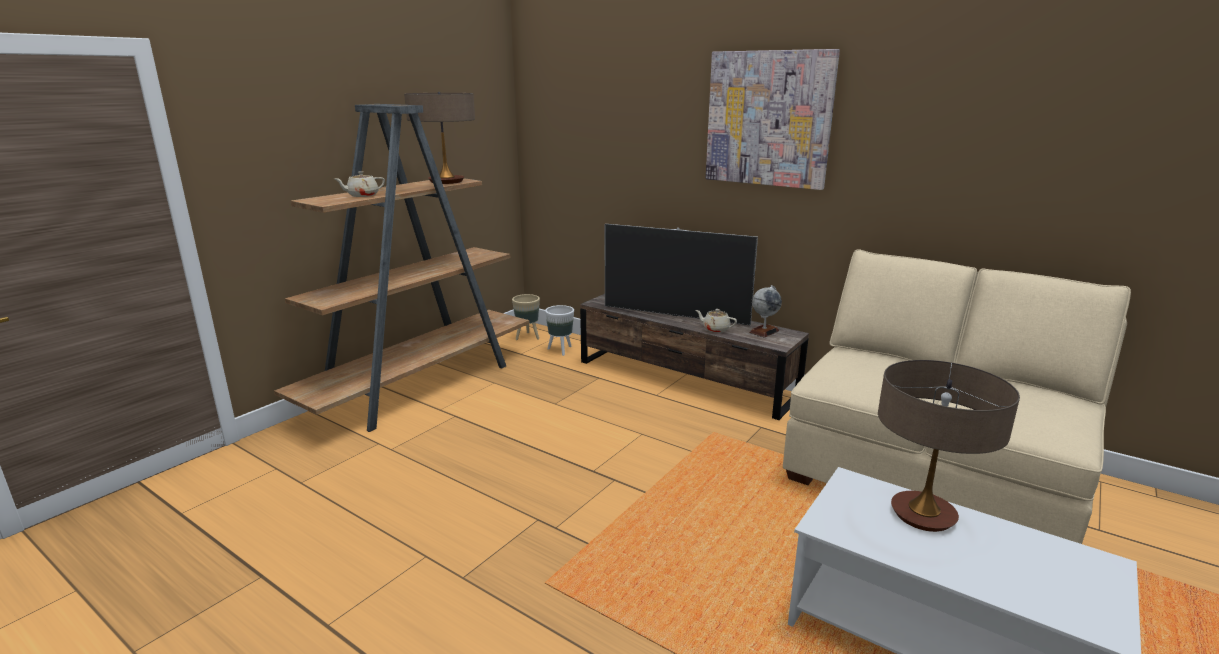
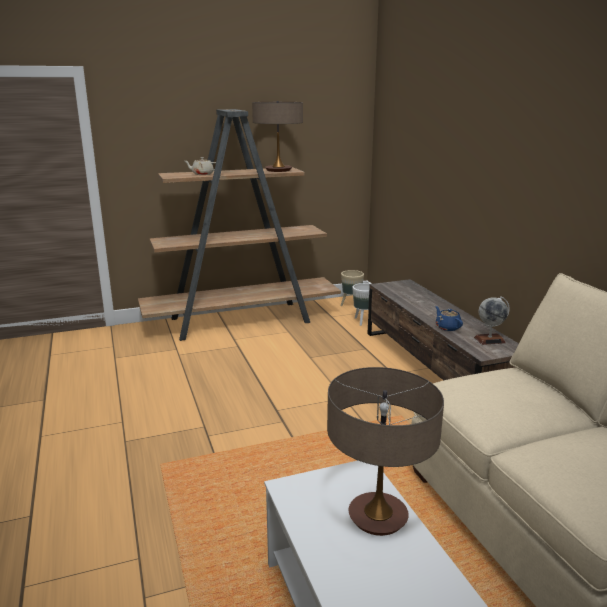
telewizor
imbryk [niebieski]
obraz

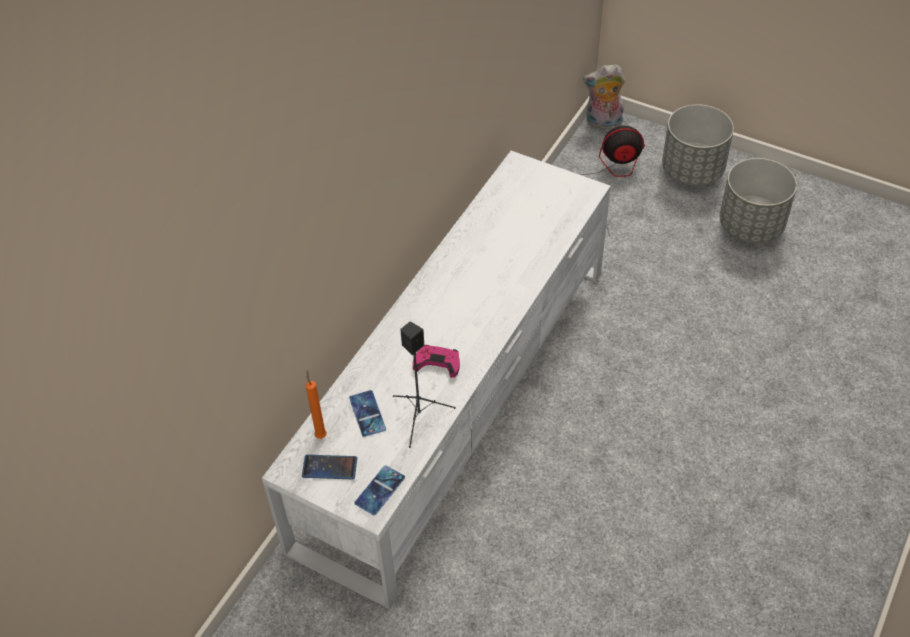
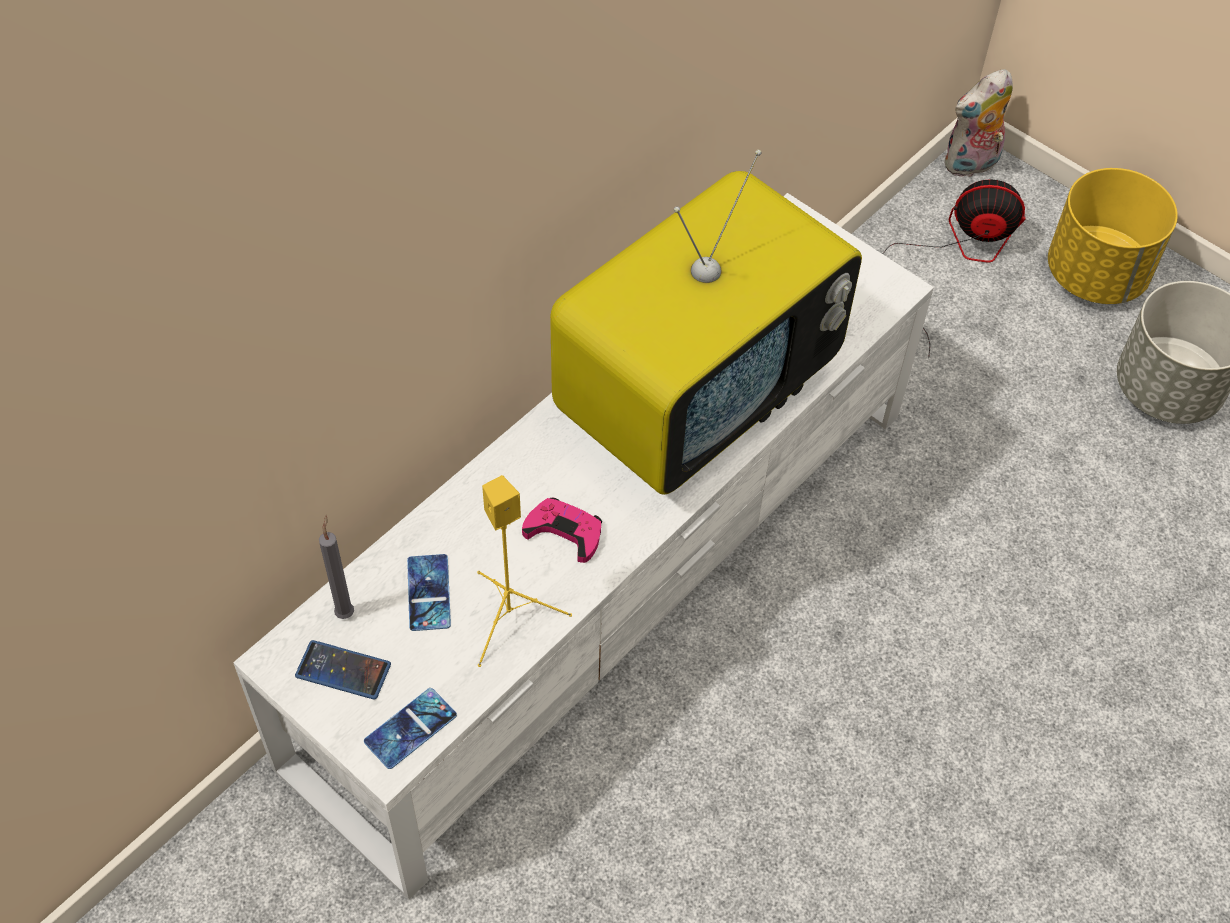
świeca [szary]
głośnik [żółty]
pluszak
donica [żółty]
telewizor

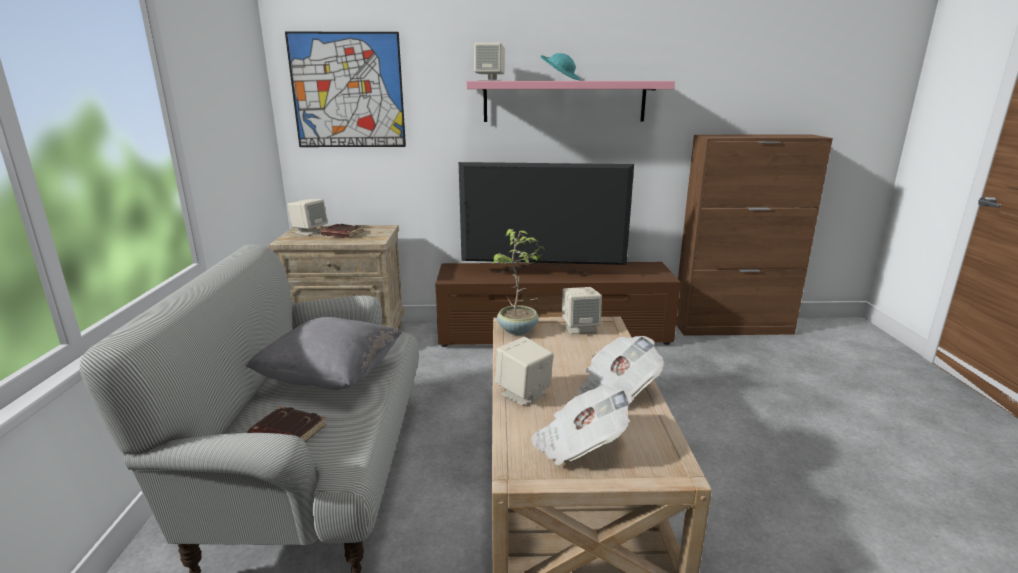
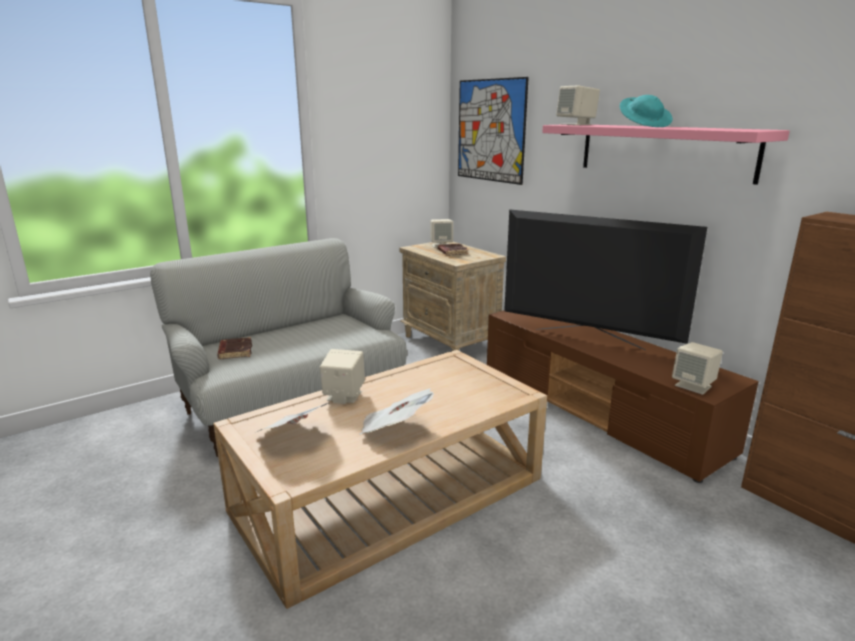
poduszka [szary]
telewizor
roślina doniczkowa
głośnik [beżowy] (no. 4 from left)

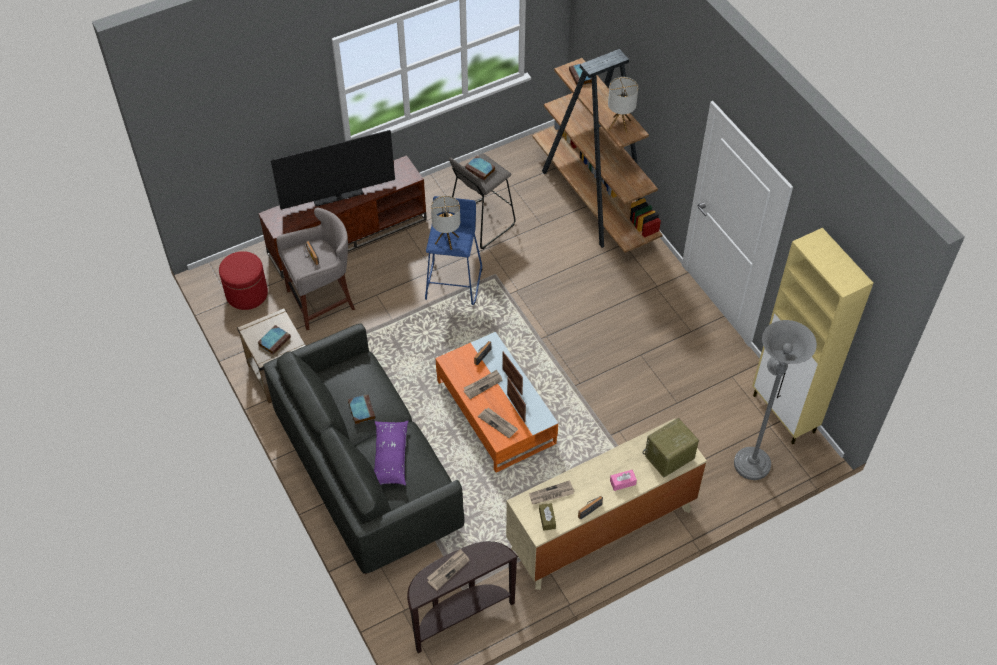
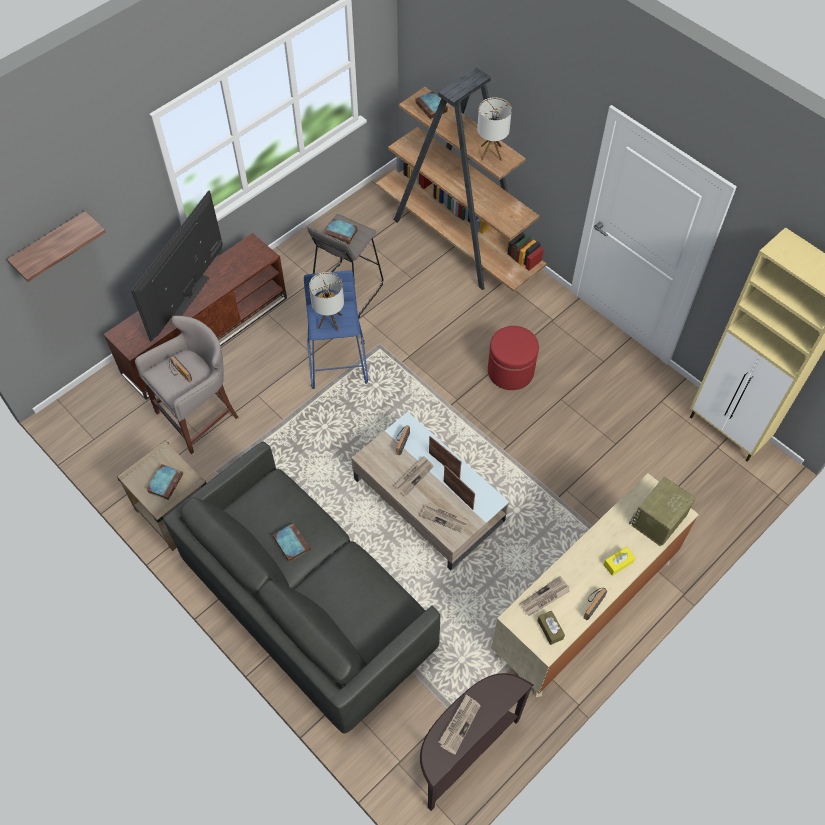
pufa [czerwony]
telewizor
poduszka [fioletowy]
ława [beżowy]
pudełko chusteczek [żółty]
lampa stojąca [szary]
półka

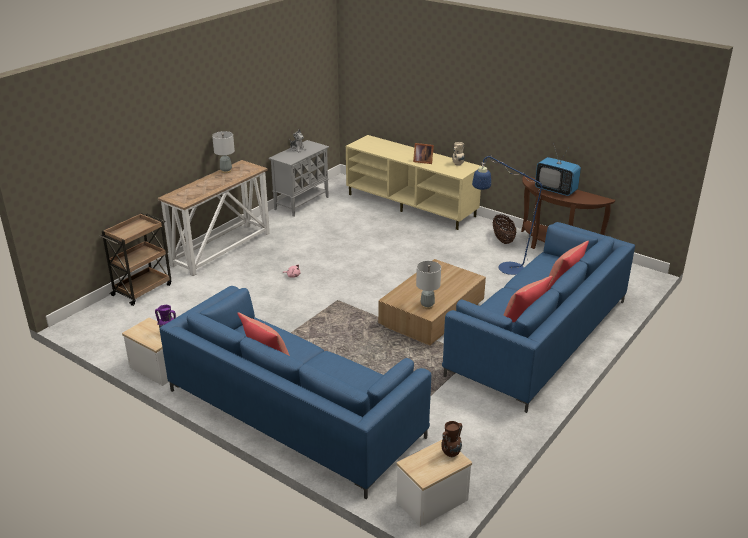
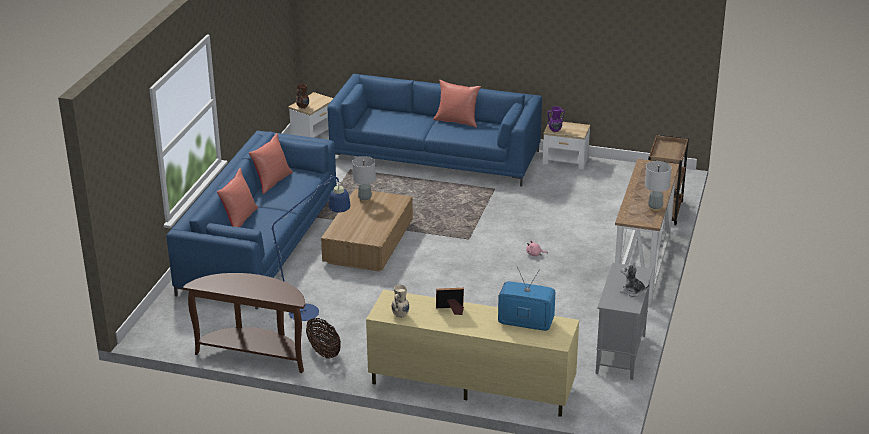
telewizor

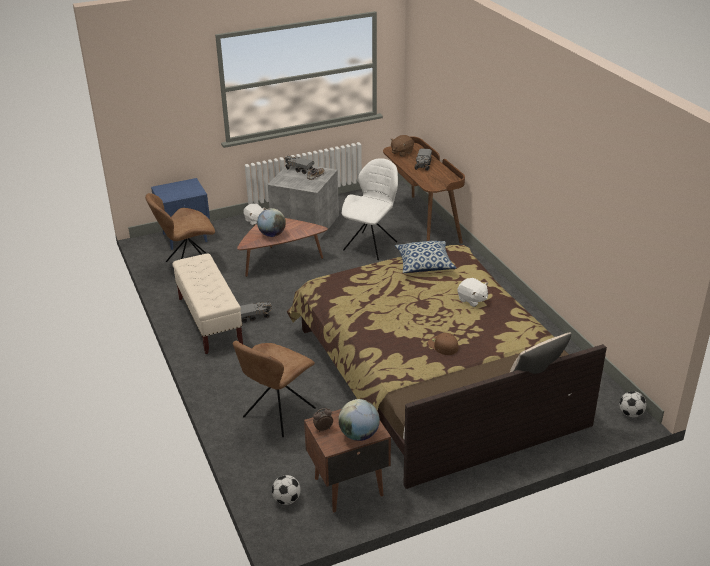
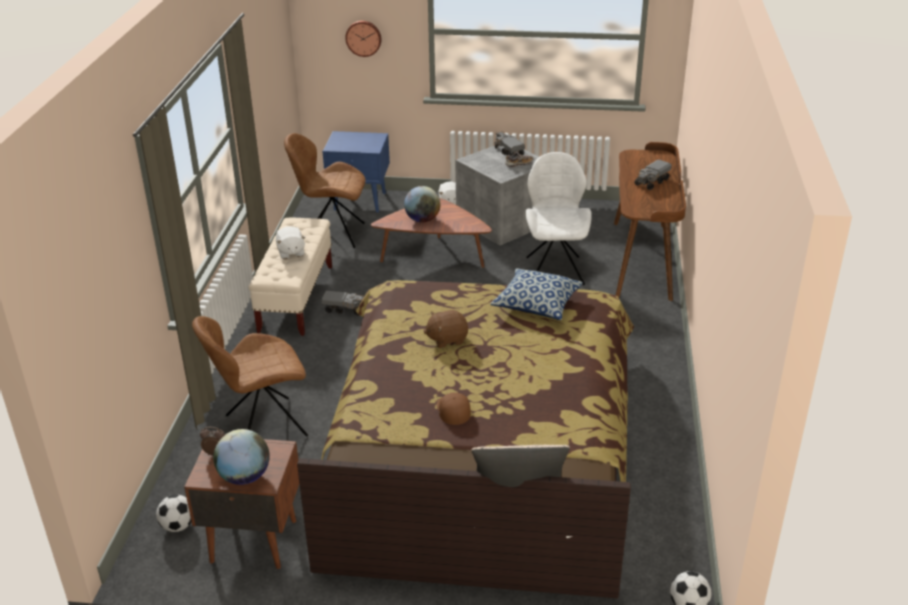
krzesło [biały]
pluszak [brązowy]
pluszak [biały] (no. 1 from left)
zegar ścienny

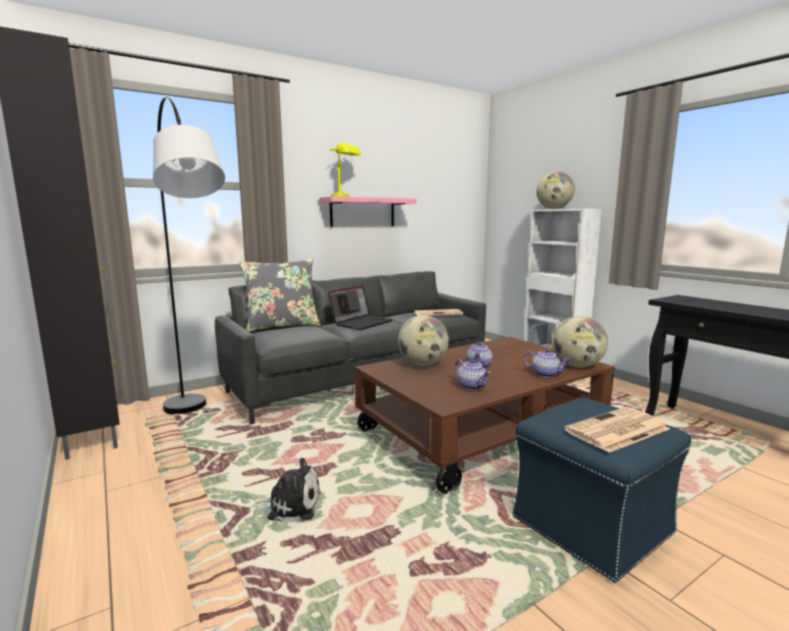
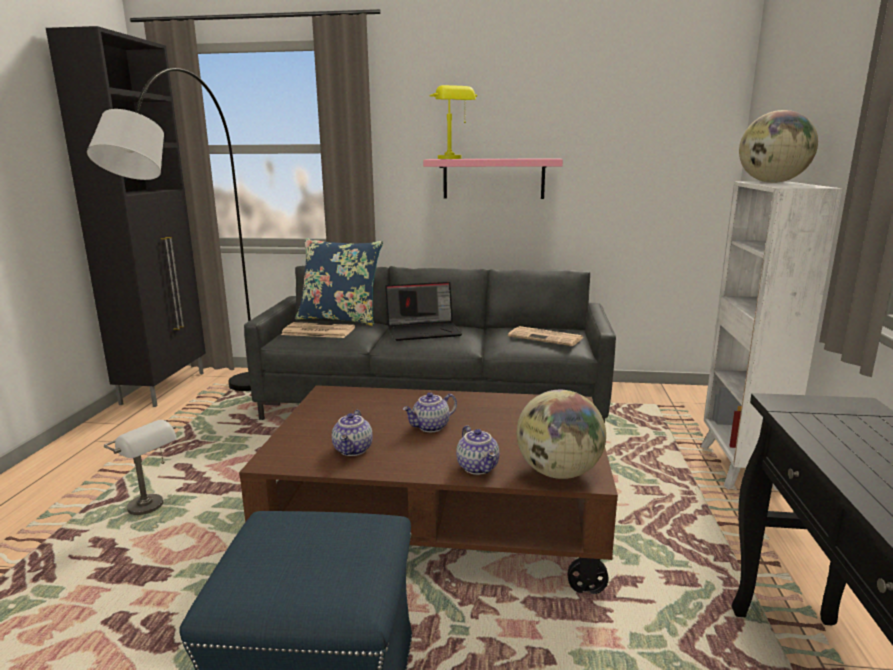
poduszka [niebieski]
lampa stołowa [szary]
globus (no. 1 from left in the first image)
gazeta (no. 1 from left)

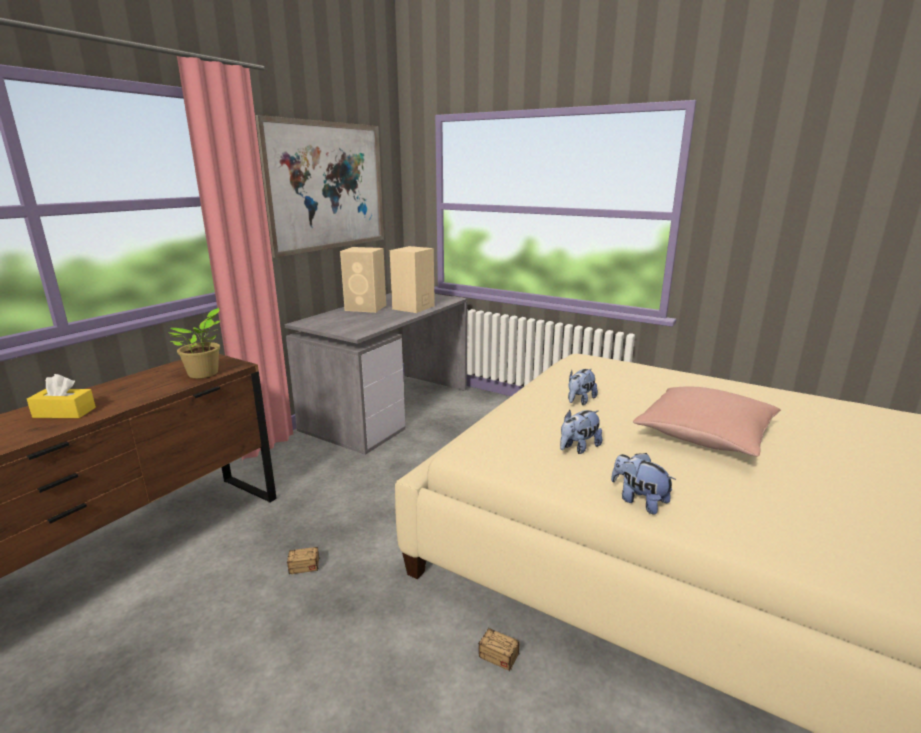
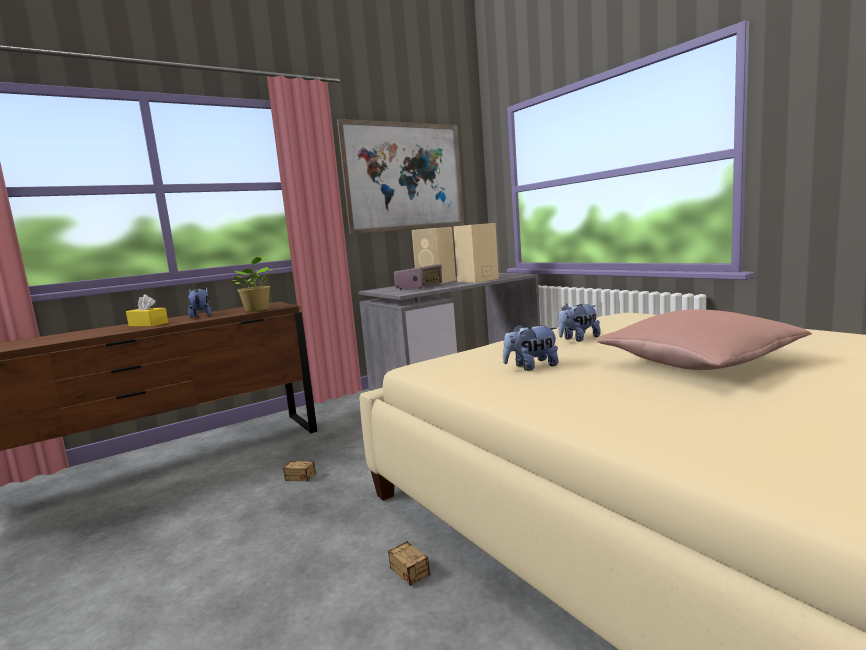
pluszak (no. 1 from left)
radio

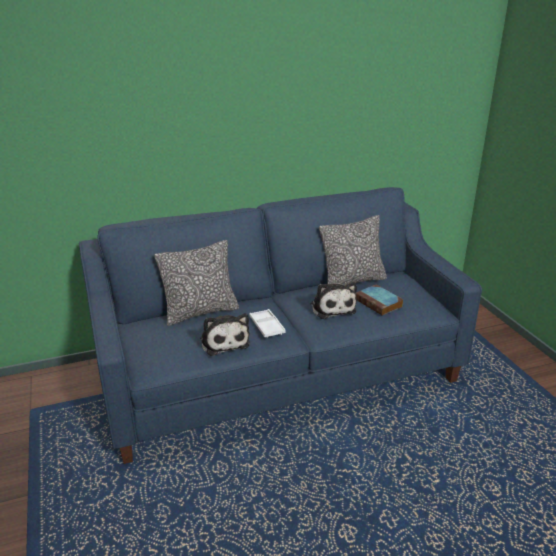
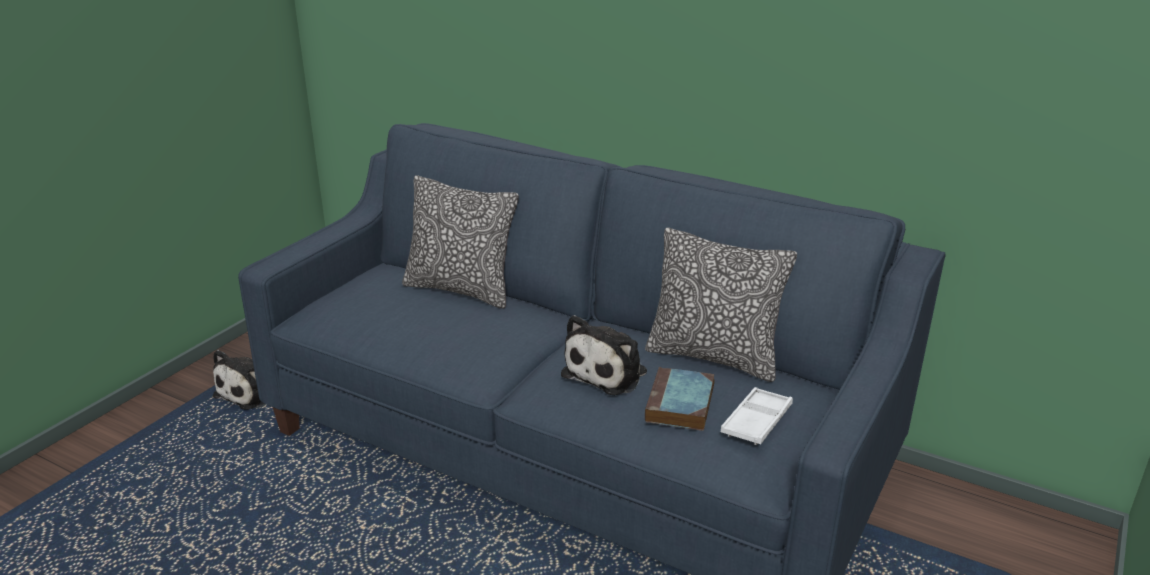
pluszak (no. 1 from left)
taca [biały]

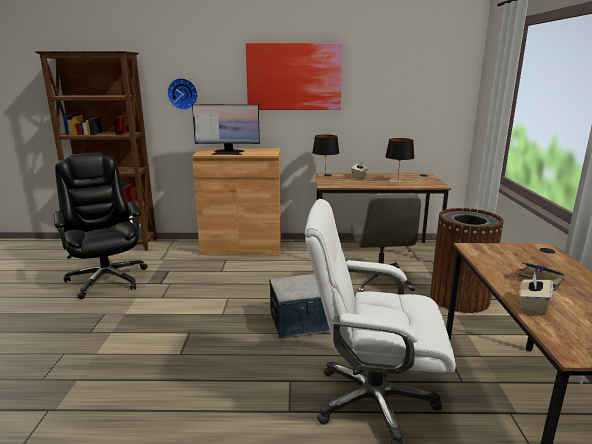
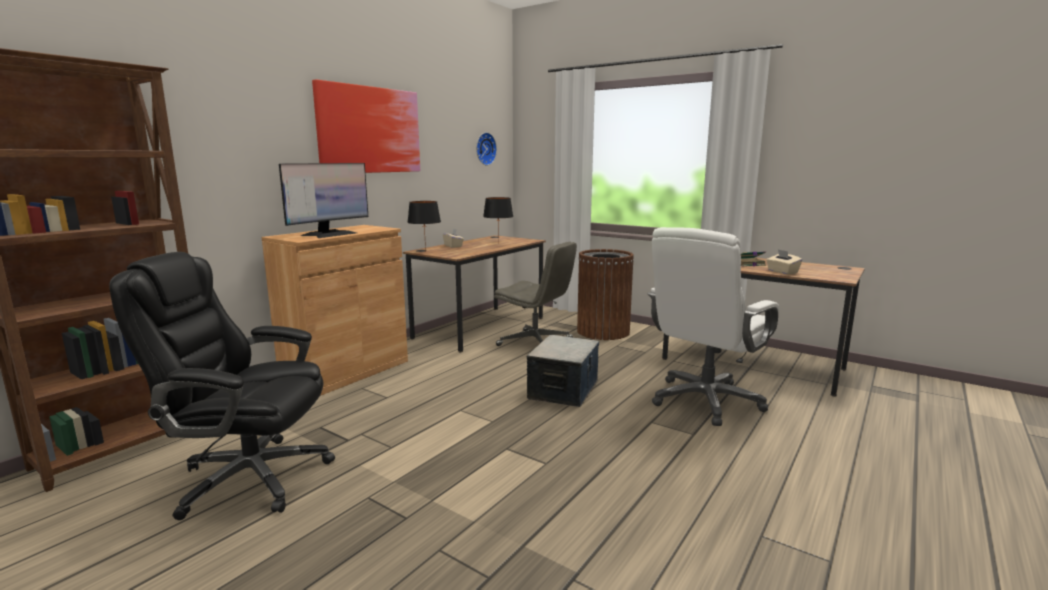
zegar ścienny

